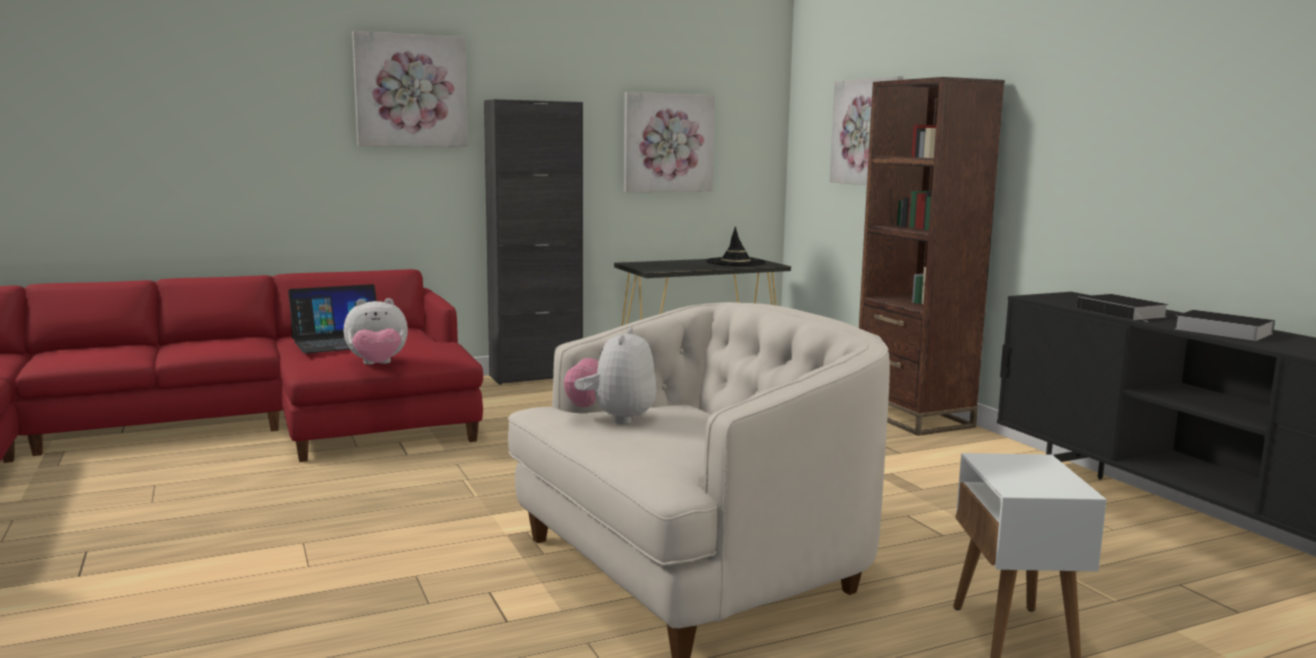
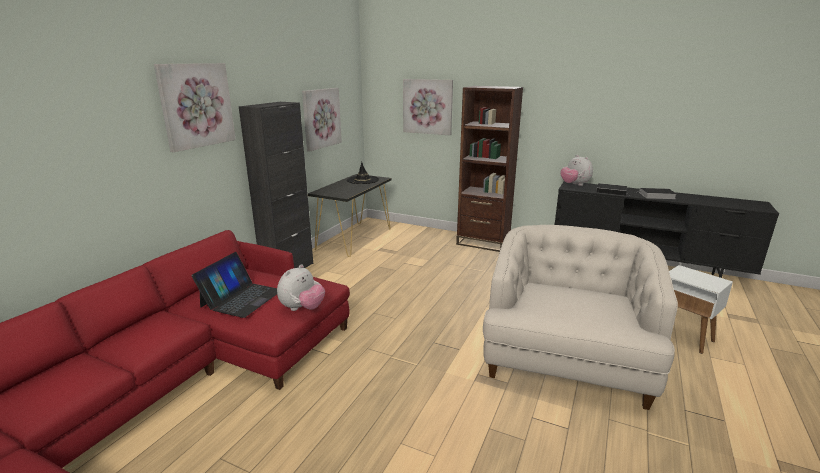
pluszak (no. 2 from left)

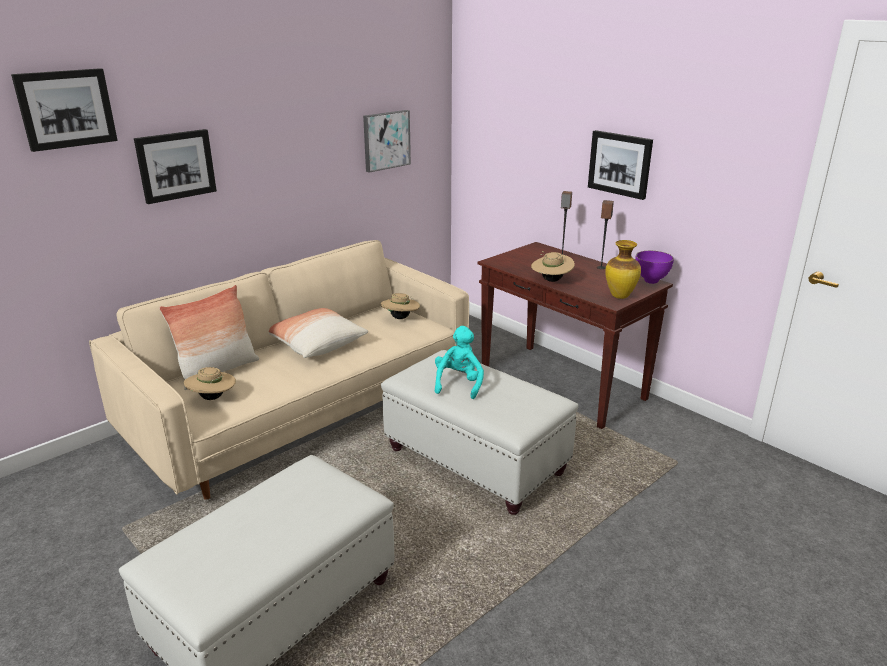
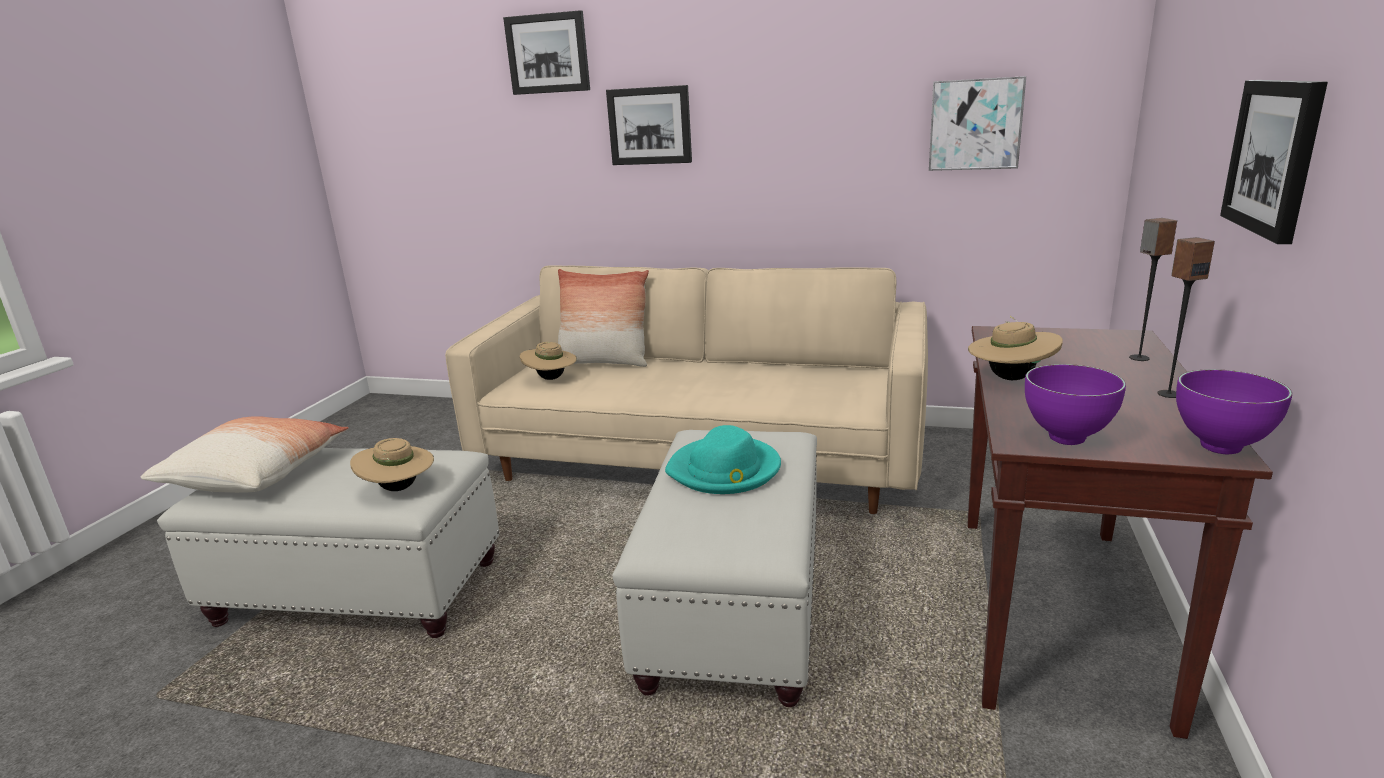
poduszka (no. 1 from left)
kapelusz [beżowy] (no. 1 from left)
kapelusz [turkusowy]
miska [fioletowy] (no. 1 from left)

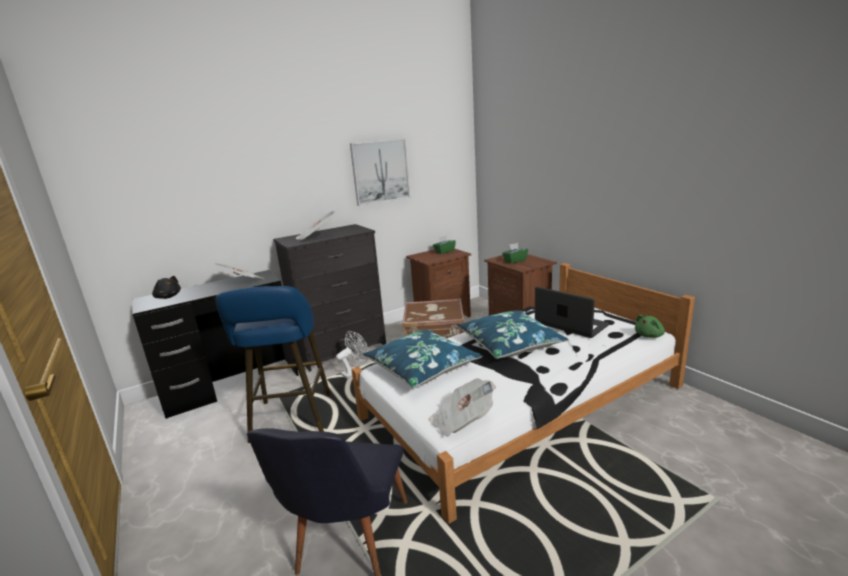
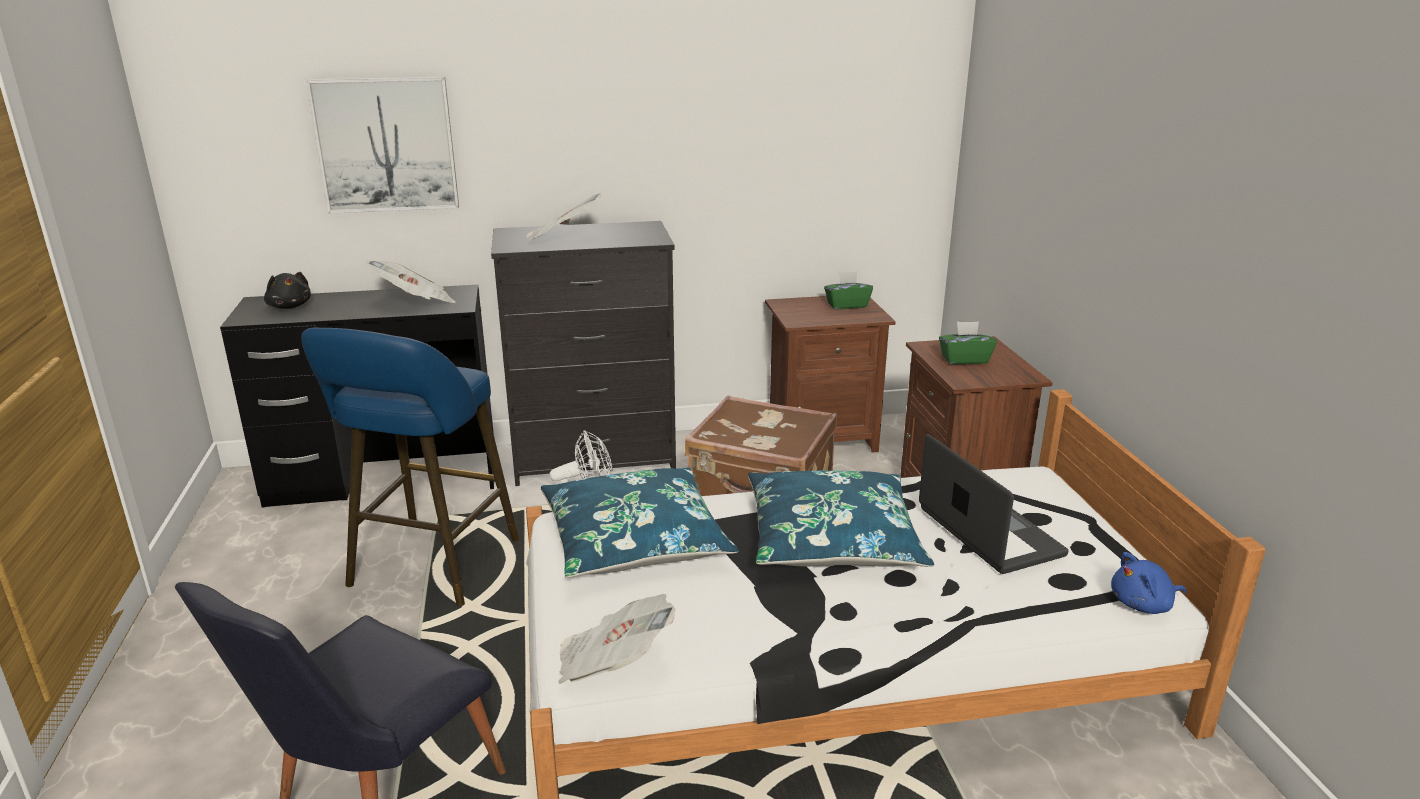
obraz
pluszak [niebieski]

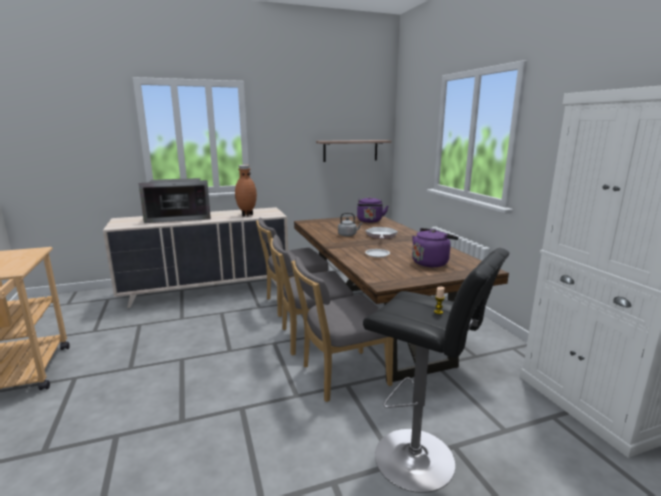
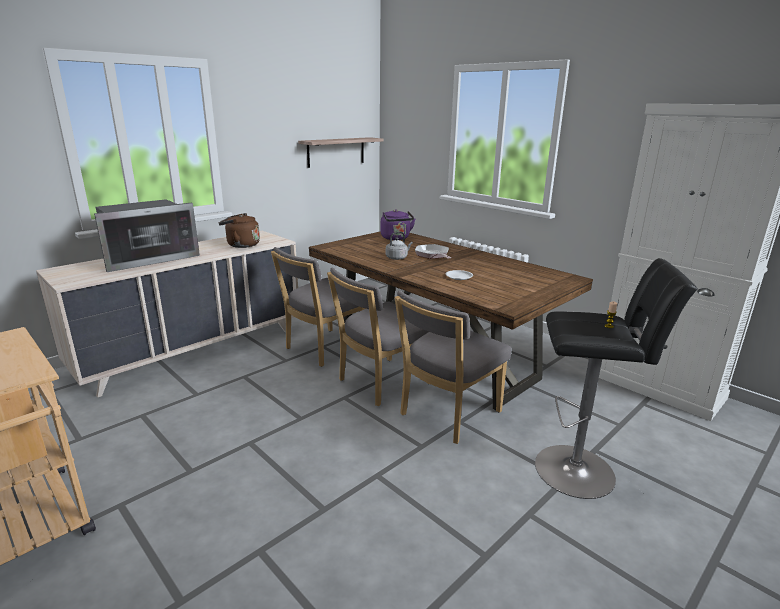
czajnik [brązowy]
czajnik [fioletowy] (no. 2 from left in the first image)

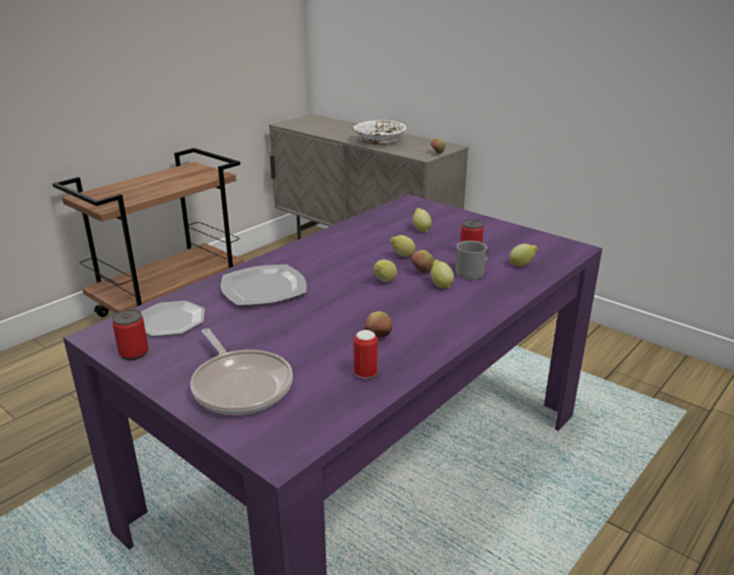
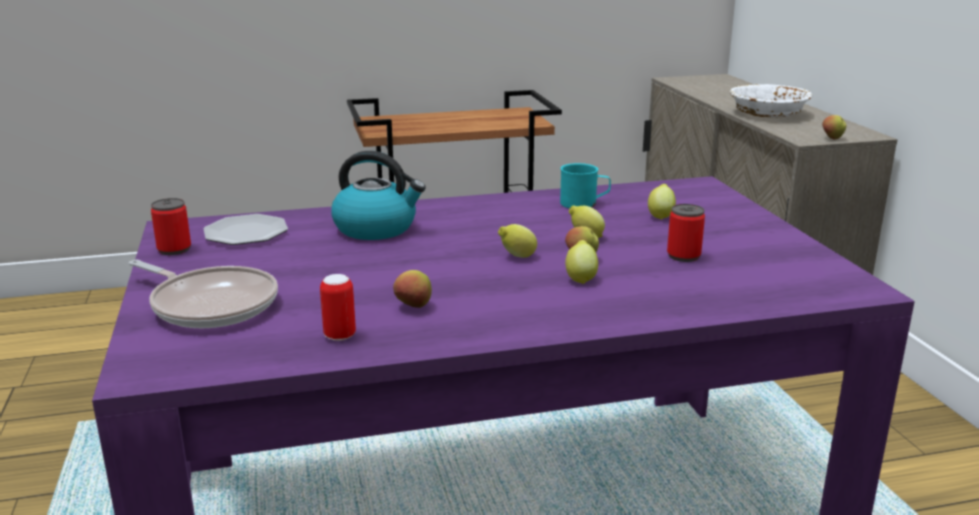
patelnia
czajnik
kubek [szary]
cytryna (no. 5 from left in the first image)
kubek [turkusowy]

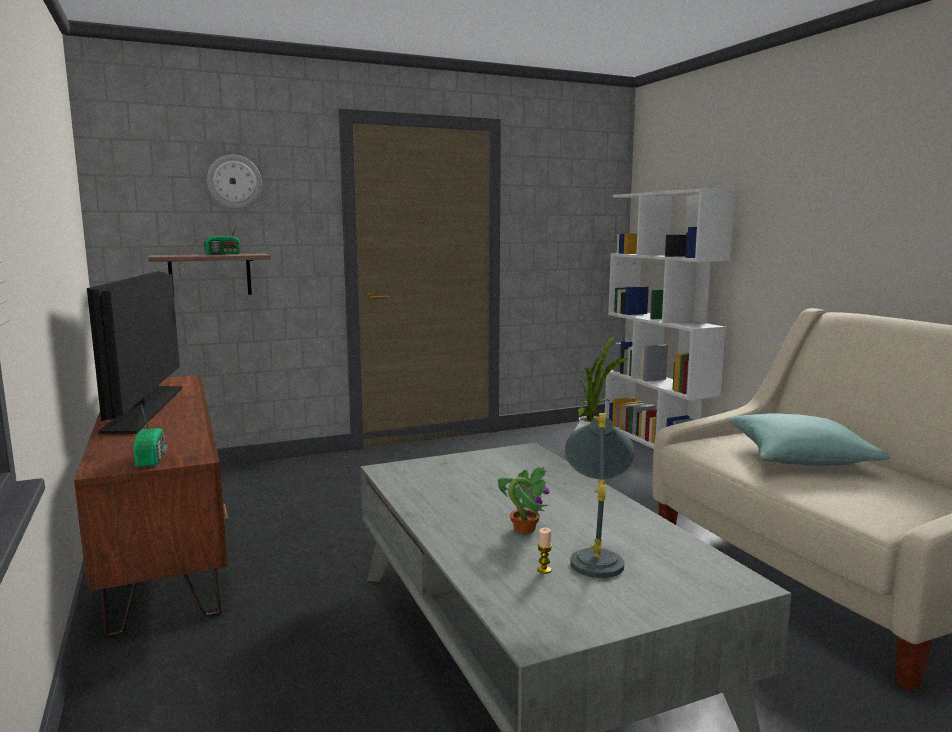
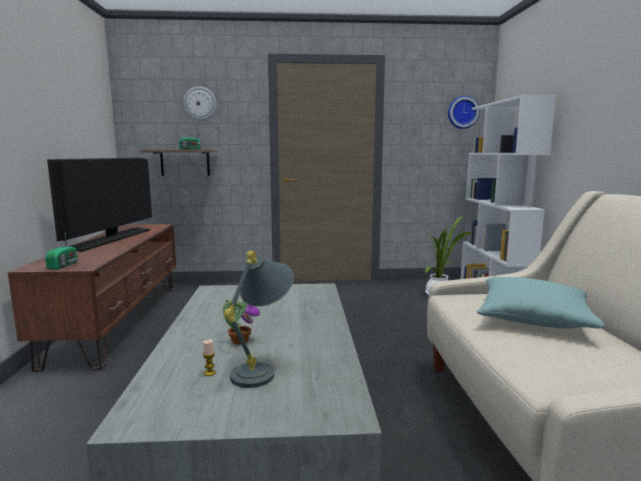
zegar ścienny (no. 2 from left)

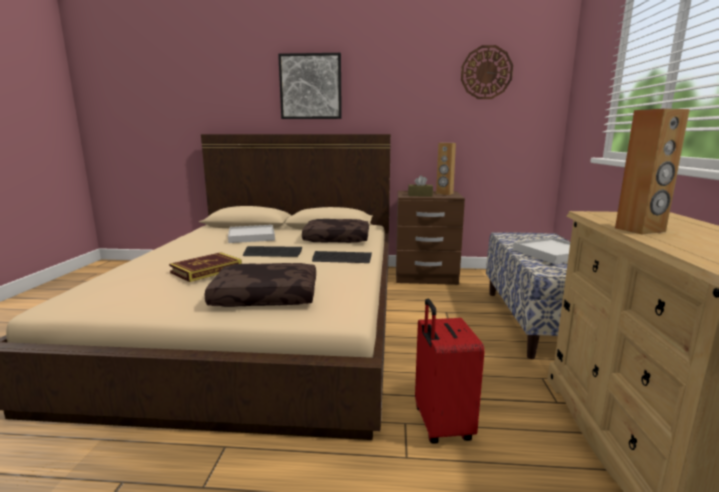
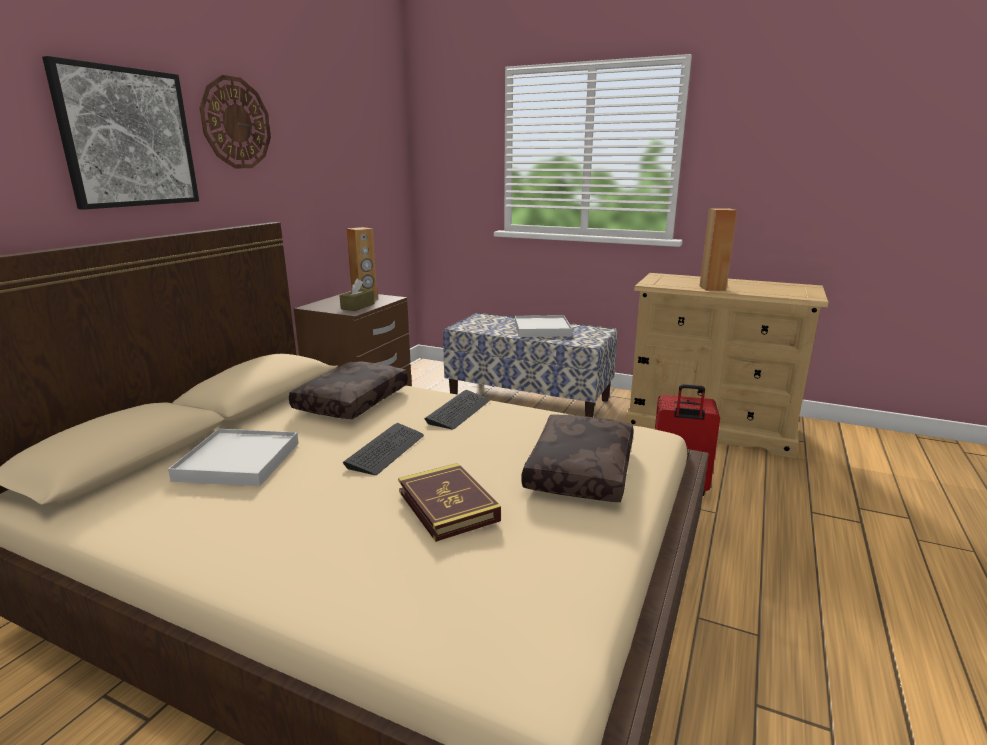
zegar ścienny

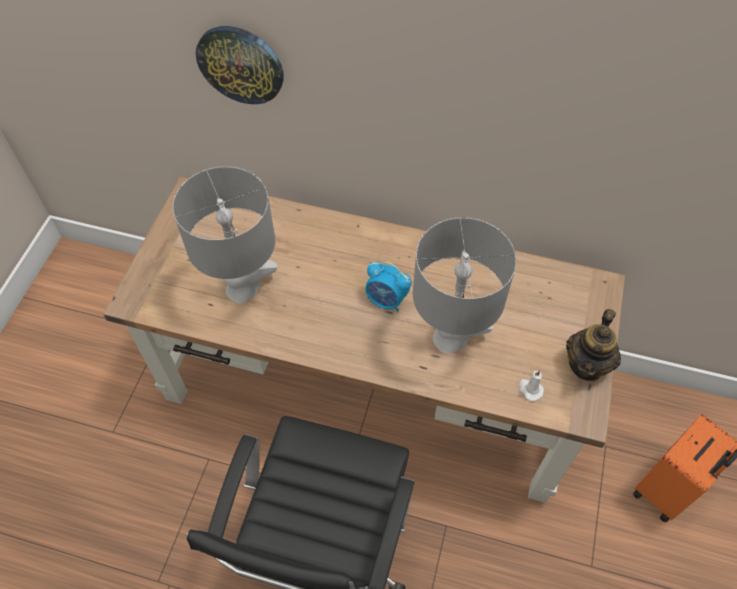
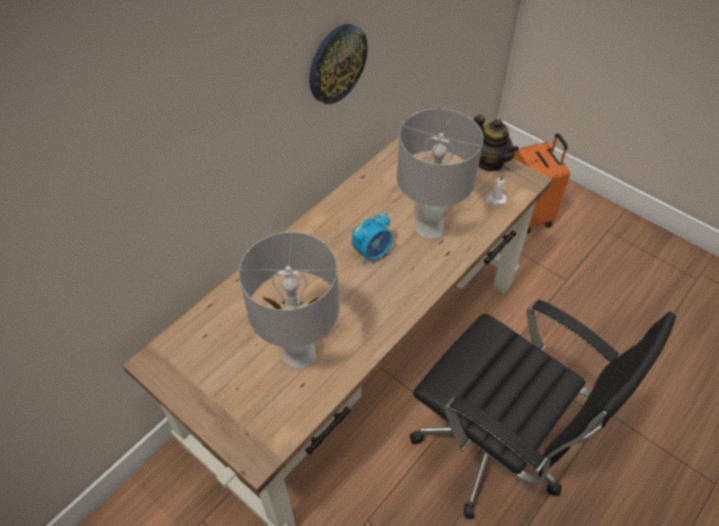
zegar ścienny

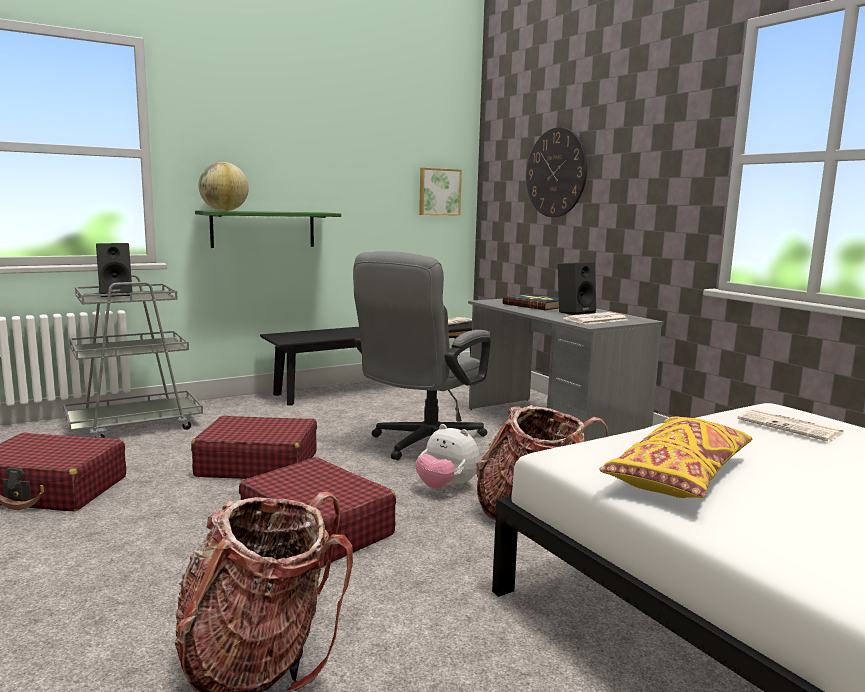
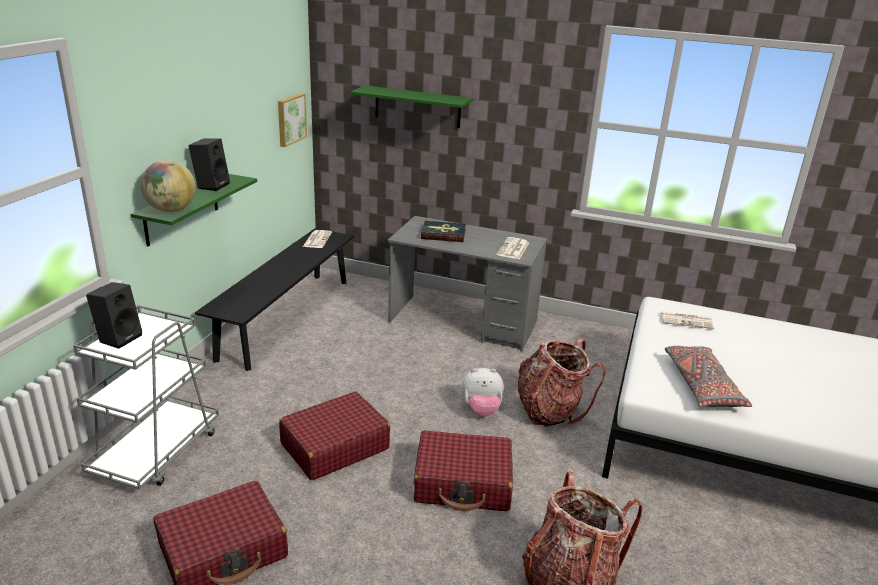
krzesło biurowe [szary]
półka [zielony] (no. 2 from left)
głośnik [czarny] (no. 2 from left)
poduszka [szary]

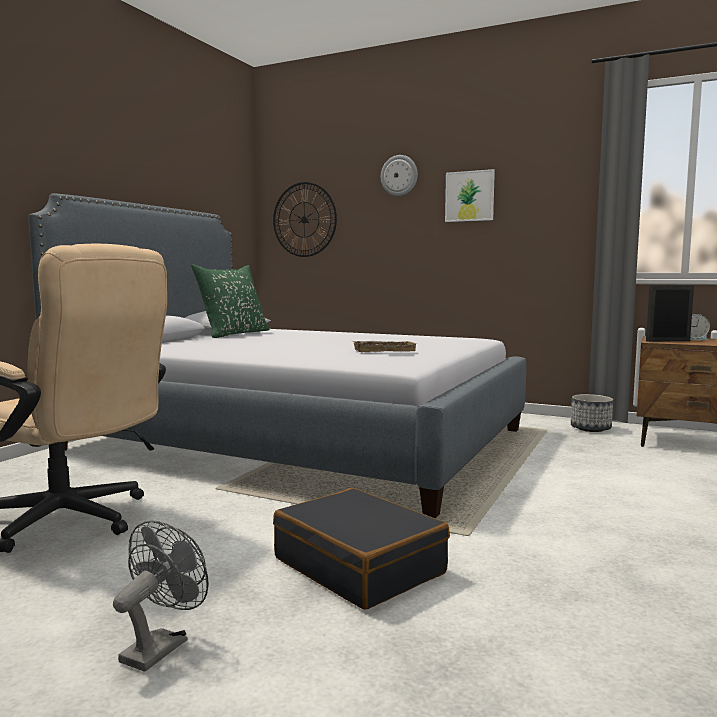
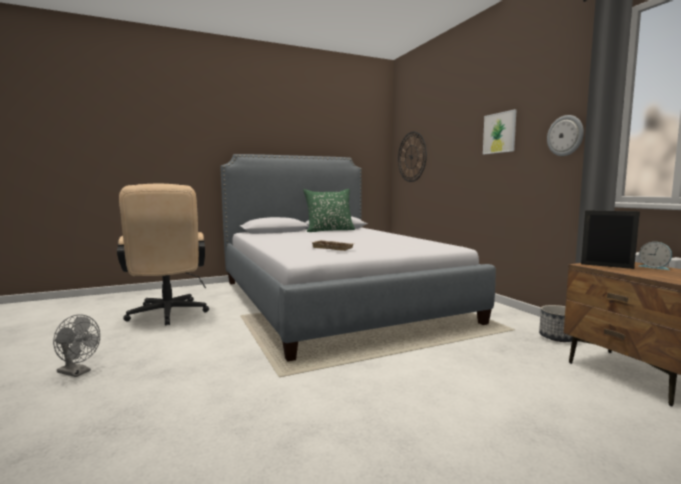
wentylator [szary]
walizka [czarny]
zegar ścienny (no. 2 from left)

